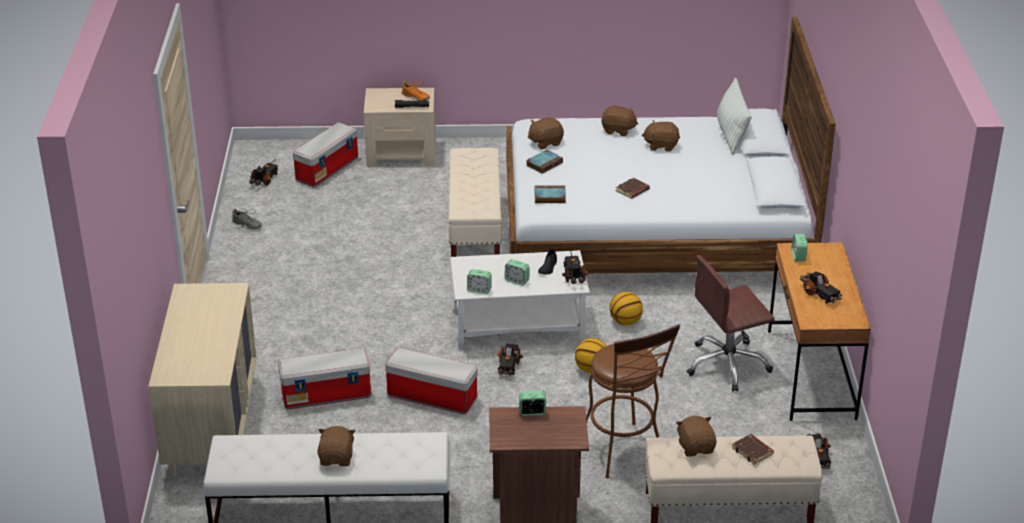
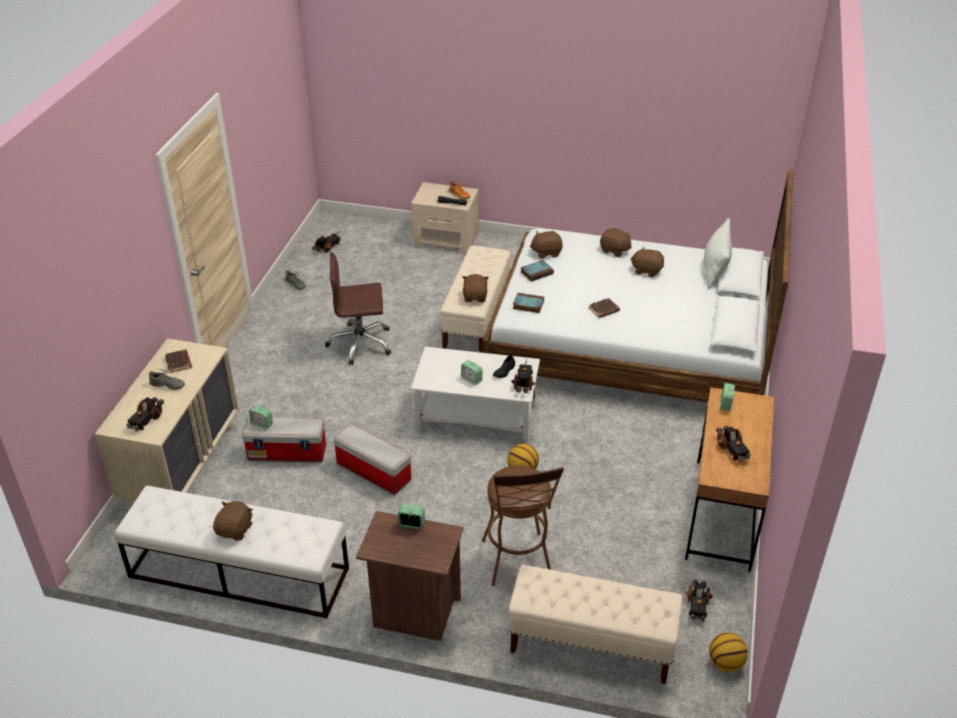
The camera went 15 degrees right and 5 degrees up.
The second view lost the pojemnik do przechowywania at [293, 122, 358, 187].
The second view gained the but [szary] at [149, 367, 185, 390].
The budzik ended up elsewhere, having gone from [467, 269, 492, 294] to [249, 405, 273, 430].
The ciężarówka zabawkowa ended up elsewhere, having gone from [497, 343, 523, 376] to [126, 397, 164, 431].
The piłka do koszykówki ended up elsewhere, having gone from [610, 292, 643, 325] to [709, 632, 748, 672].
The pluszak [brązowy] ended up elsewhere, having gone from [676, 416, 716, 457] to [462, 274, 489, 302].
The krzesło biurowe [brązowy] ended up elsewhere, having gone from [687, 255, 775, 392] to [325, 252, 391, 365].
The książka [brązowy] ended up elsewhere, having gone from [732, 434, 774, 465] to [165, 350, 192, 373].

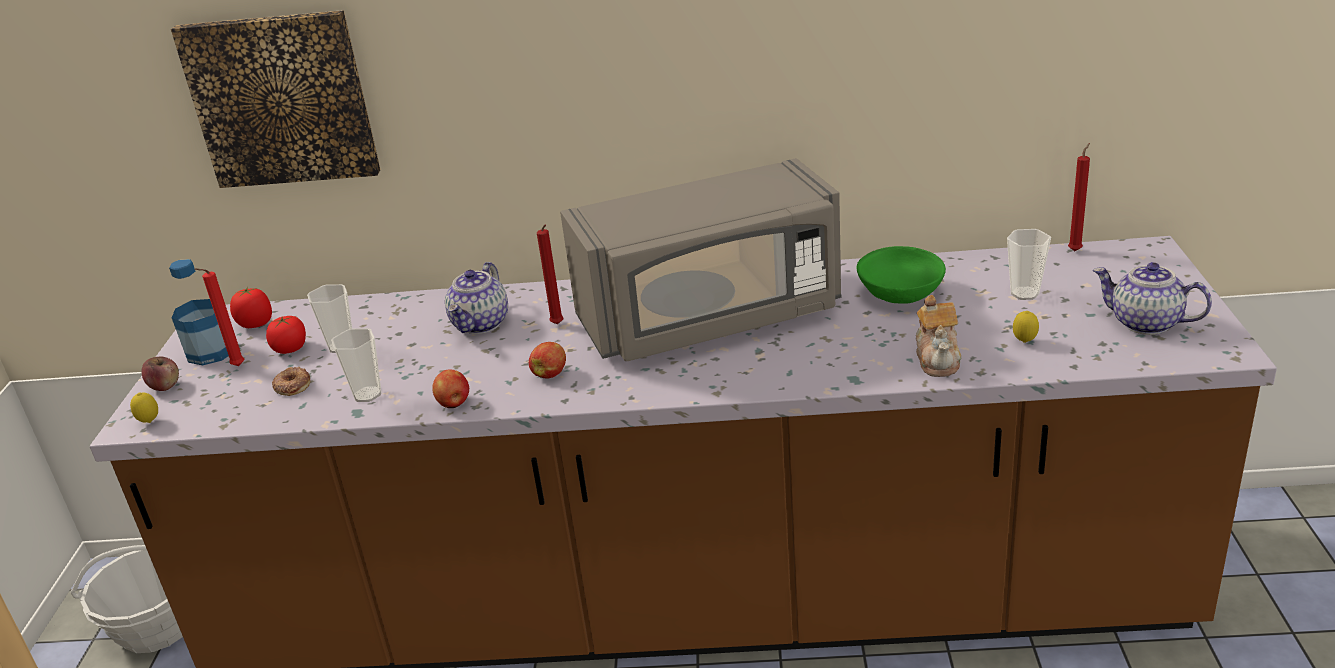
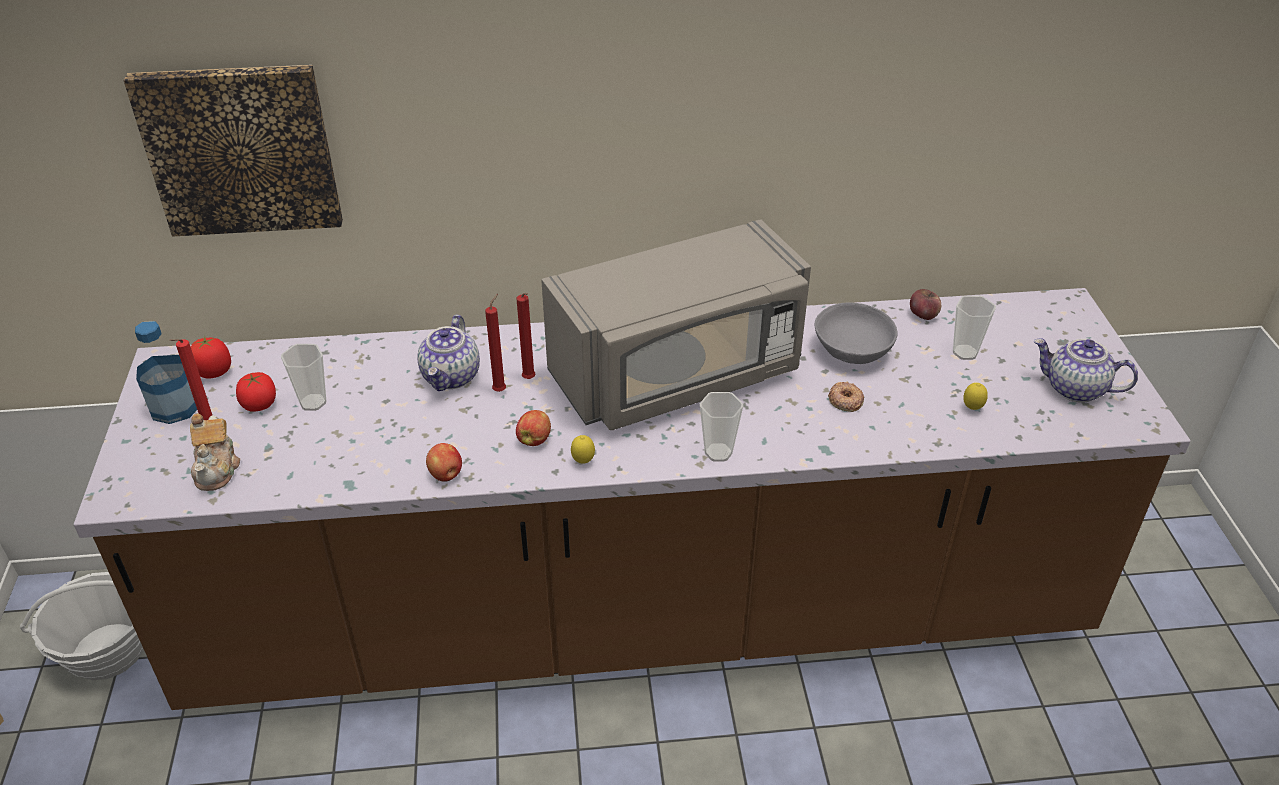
The camera went 10 degrees left and 10 degrees up.
The cytryna ended up elsewhere, having gone from [130, 393, 158, 423] to [571, 435, 595, 464].
The jabłko ended up elsewhere, having gone from [141, 357, 179, 391] to [910, 289, 941, 320].
The donut ended up elsewhere, having gone from [272, 367, 311, 396] to [828, 382, 864, 412].
The filiżanka ended up elsewhere, having gone from [331, 328, 382, 402] to [700, 392, 743, 461].
The imbryk ended up elsewhere, having gone from [916, 295, 961, 377] to [190, 413, 240, 491].
The świeca [czerwony] ended up elsewhere, having gone from [1068, 143, 1090, 251] to [485, 294, 506, 392].
What was the miska [zielony] at [857, 246, 946, 304] turned into the miska [szary] at [815, 302, 898, 364].

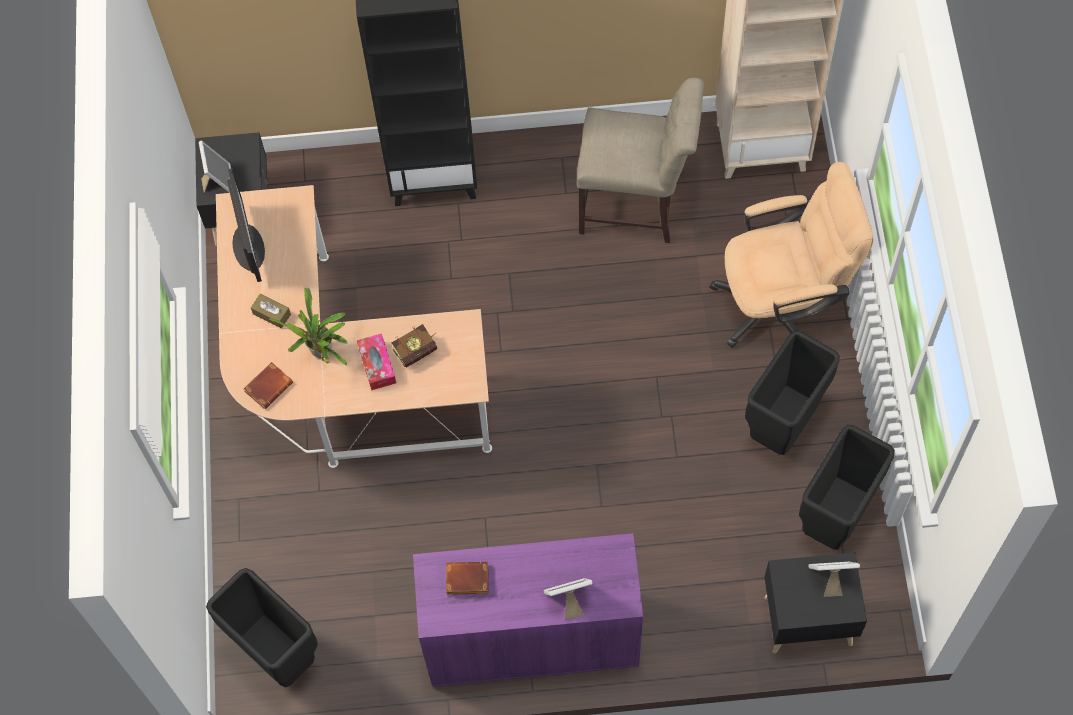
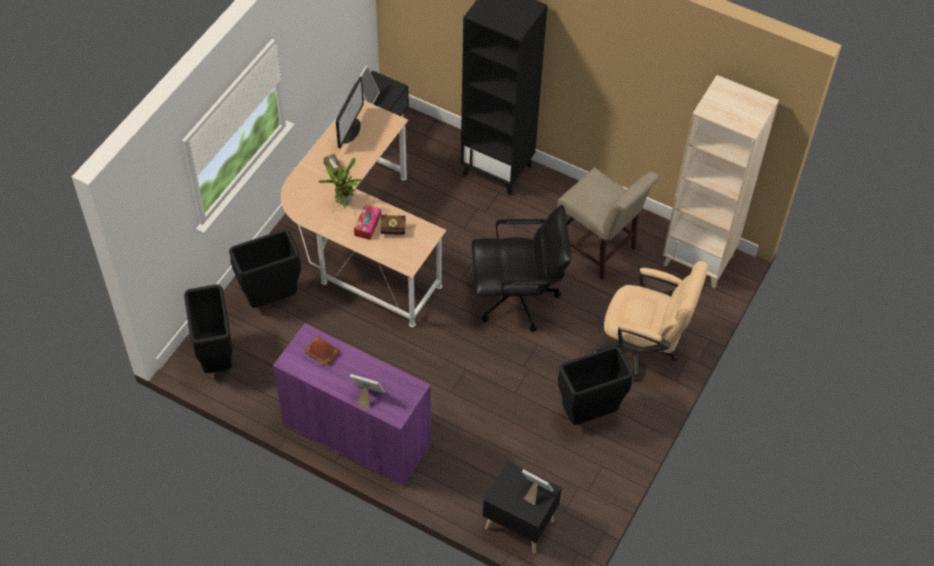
The camera went 30 degrees right and 10 degrees down.
The second view lost the książka [brązowy] at [244, 362, 293, 409].
The second view gained the krzesło biurowe [czarny] at [472, 205, 571, 332].
The kosz na śmieci [czarny] ended up elsewhere, having gone from [799, 425, 895, 550] to [229, 230, 301, 308].

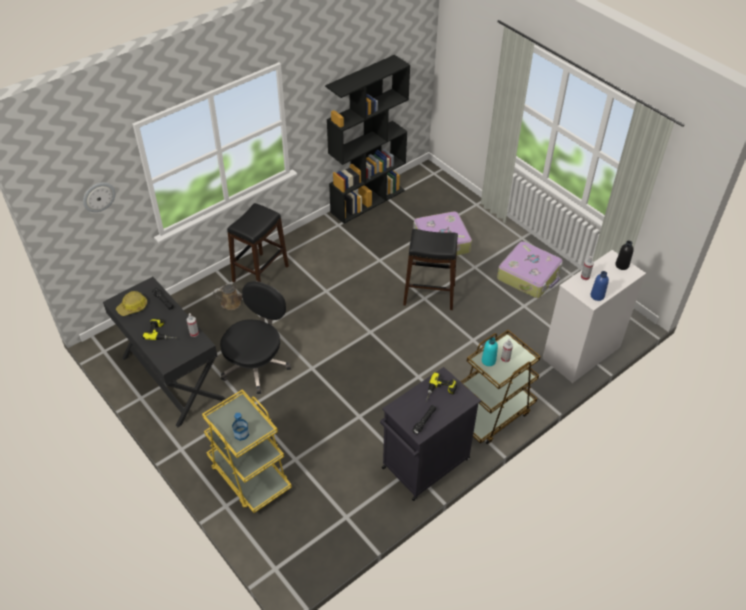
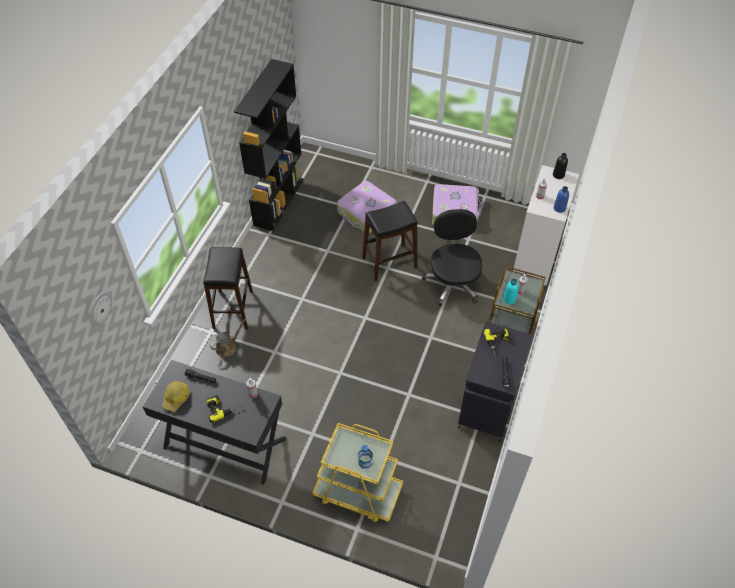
The camera went 30 degrees left and 5 degrees up.
The krzesło biurowe [czarny] ended up elsewhere, having gone from [220, 281, 291, 394] to [422, 209, 482, 306].

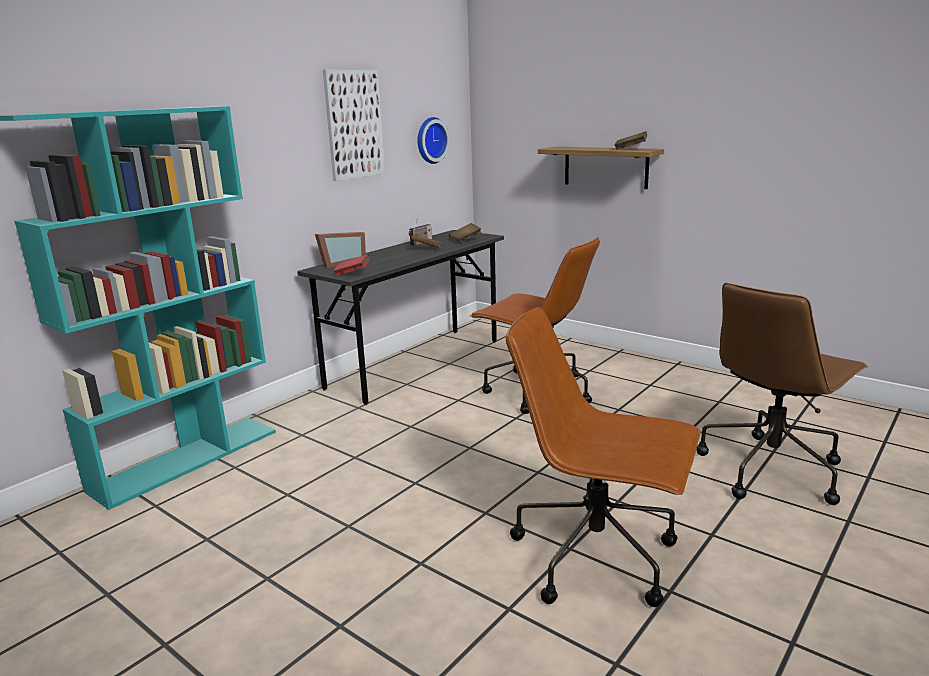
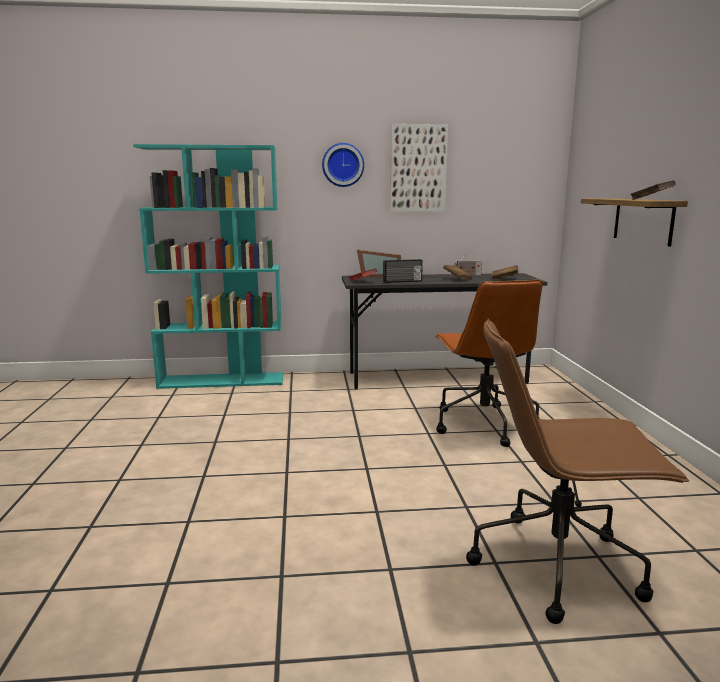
The camera went 45 degrees right and 5 degrees down.
The second view lost the krzesło biurowe [brązowy] at [506, 307, 700, 607].
The second view gained the radio at [383, 259, 423, 283].
The zegar ścienny ended up elsewhere, having gone from [418, 117, 450, 164] to [322, 143, 364, 187].

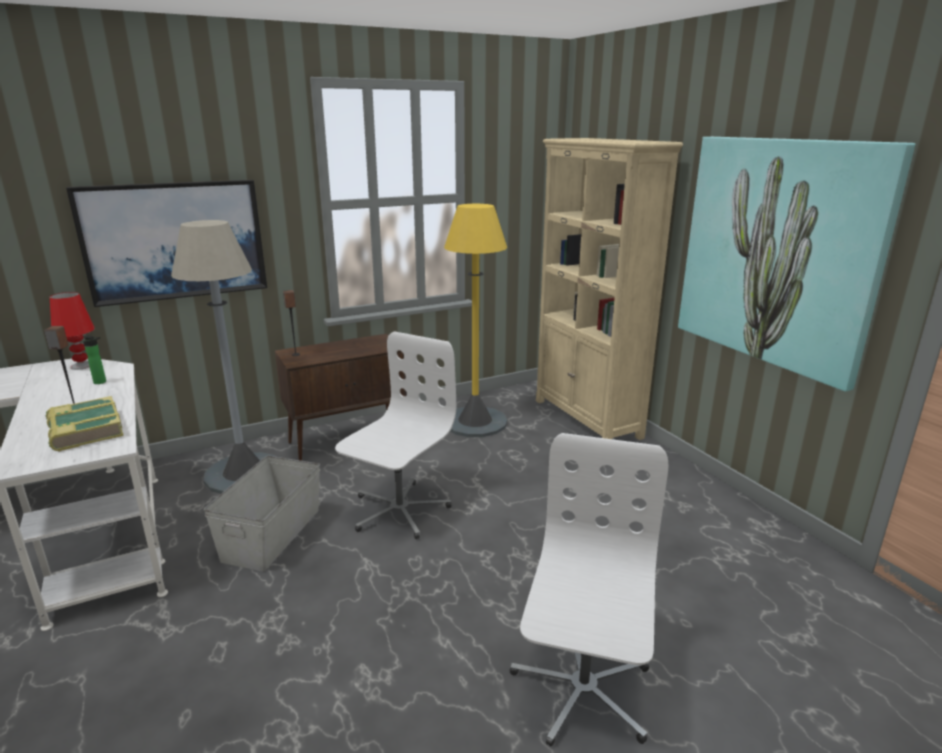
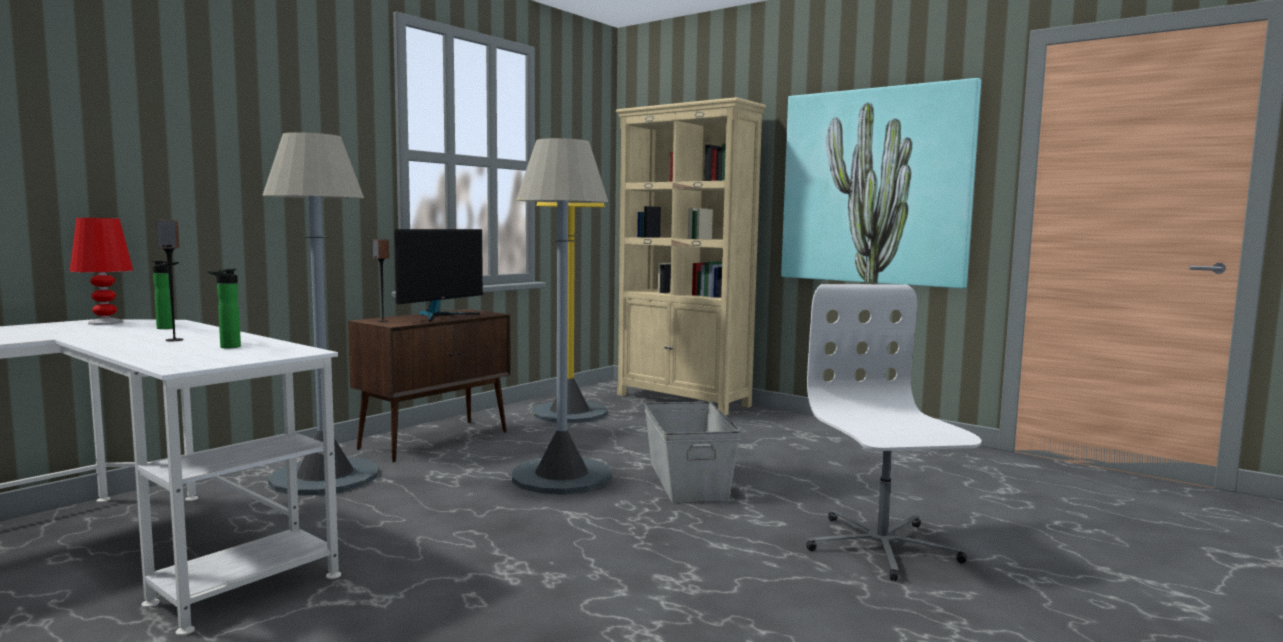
The camera went 25 degrees left and 15 degrees down.
The second view lost the obraz at [66, 180, 267, 307].
The second view gained the monitor at [394, 229, 483, 321].
The pojemnik do przechowywania [szary] ended up elsewhere, having gone from [204, 456, 320, 572] to [644, 402, 741, 503].
Where the książka stood at [45, 396, 124, 452], the butelka came to stand at [208, 269, 241, 348].
Where the krzesło biurowe [biały] stood at [335, 331, 456, 539], the lampa stojąca [szary] came to stand at [512, 138, 612, 495].

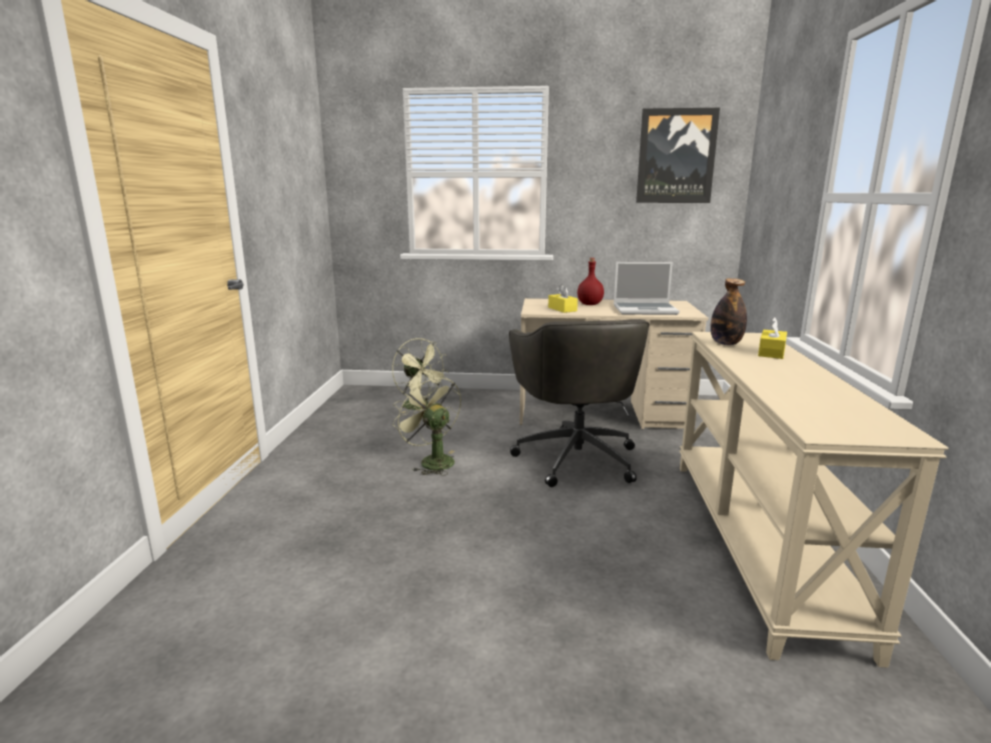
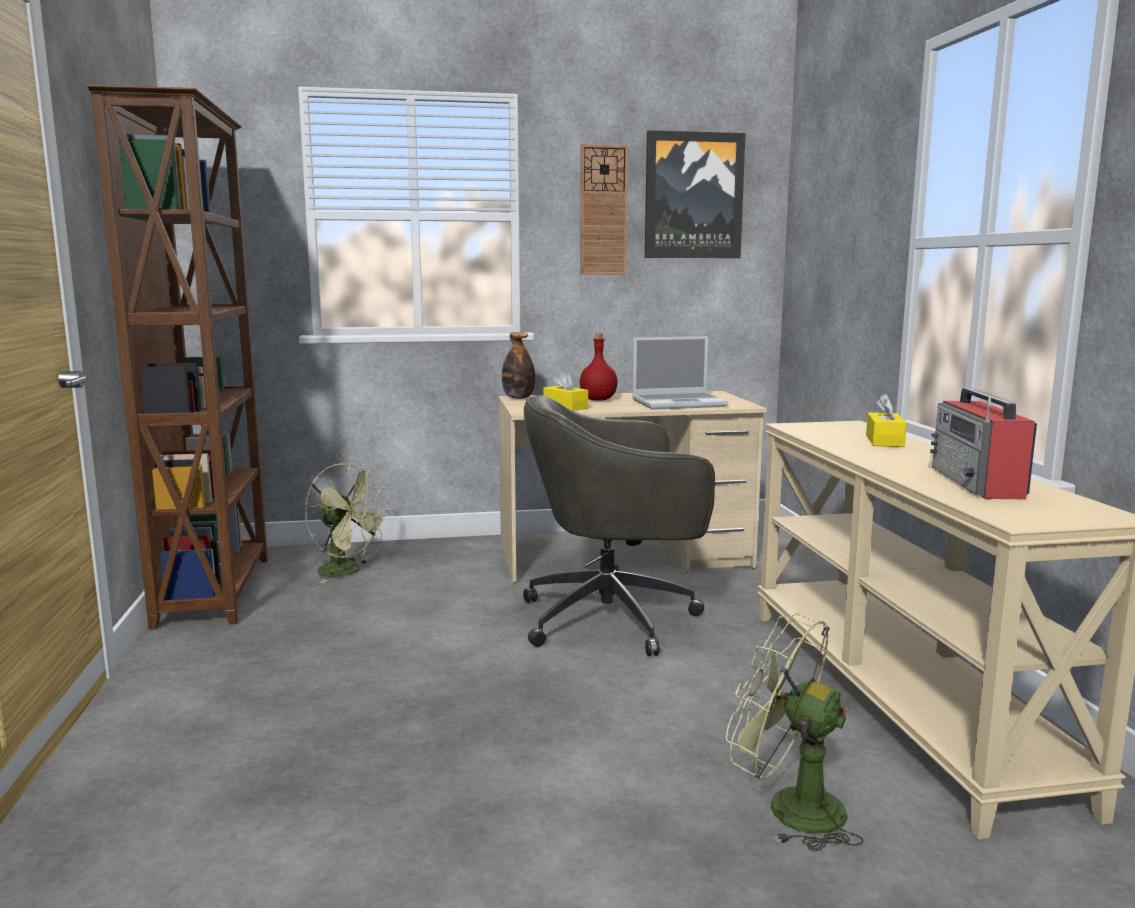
The camera went 15 degrees left and 5 degrees down.
The second view gained the regał [brązowy] at [87, 85, 268, 630].
The second view gained the zegar ścienny at [580, 144, 628, 275].
The second view gained the radio at [930, 388, 1037, 499].
The wentylator [zielony] ended up elsewhere, having gone from [392, 374, 461, 476] to [726, 613, 863, 852].
The butelka ended up elsewhere, having gone from [710, 278, 747, 345] to [502, 332, 535, 399].
The krzesło biurowe [szary] at [509, 319, 650, 487] ended up facing another way, 105 degrees clockwise from before.

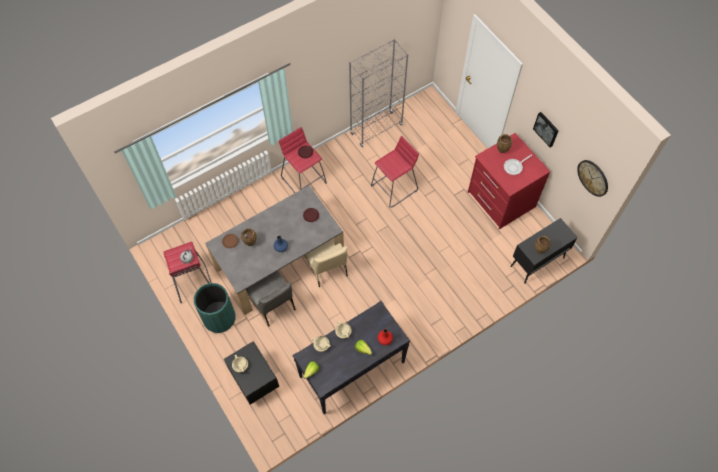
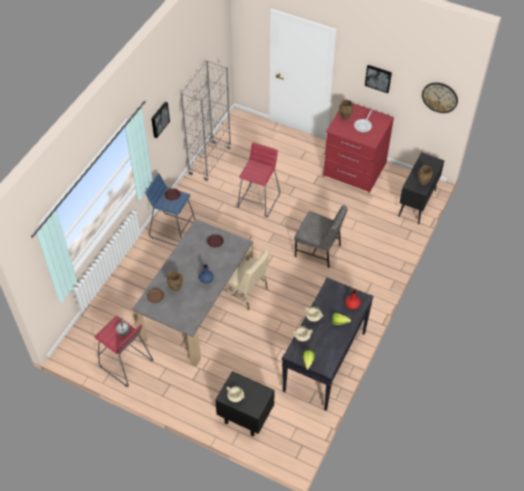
The camera went 30 degrees left and 10 degrees down.
The second view lost the kosz na śmieci [zielony] at [194, 283, 236, 333].
The second view gained the obraz at [151, 102, 170, 138].
The krzesło [szary] ended up elsewhere, having gone from [246, 271, 296, 327] to [294, 205, 348, 268].
What was the stołek [czerwony] at [279, 127, 327, 193] turned into the stołek [niebieski] at [145, 173, 195, 246].

